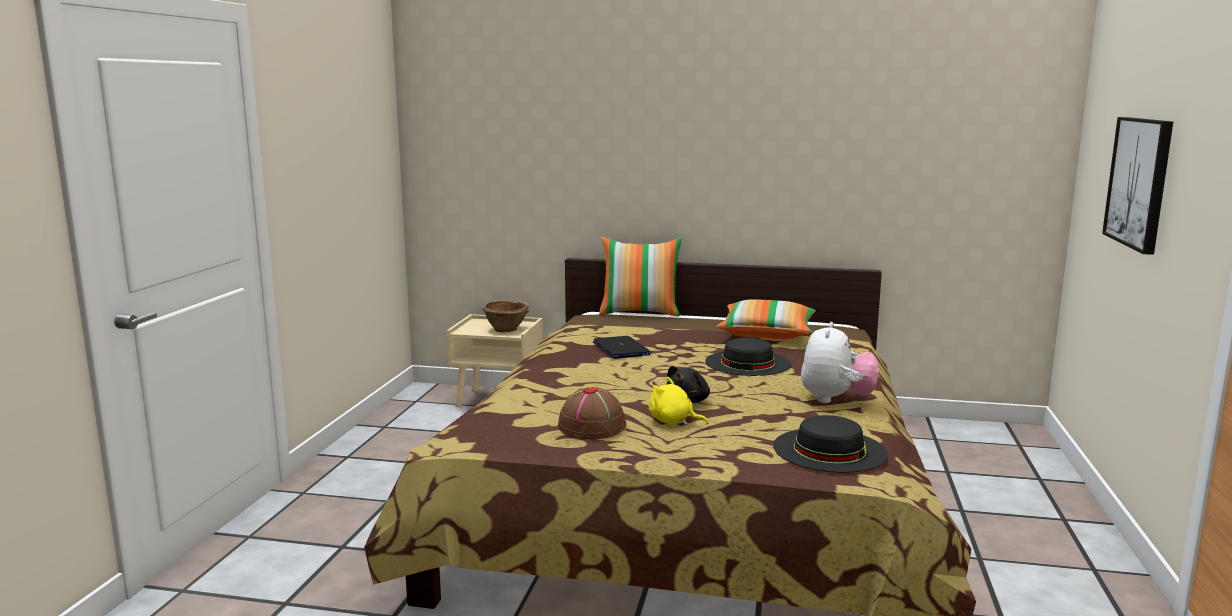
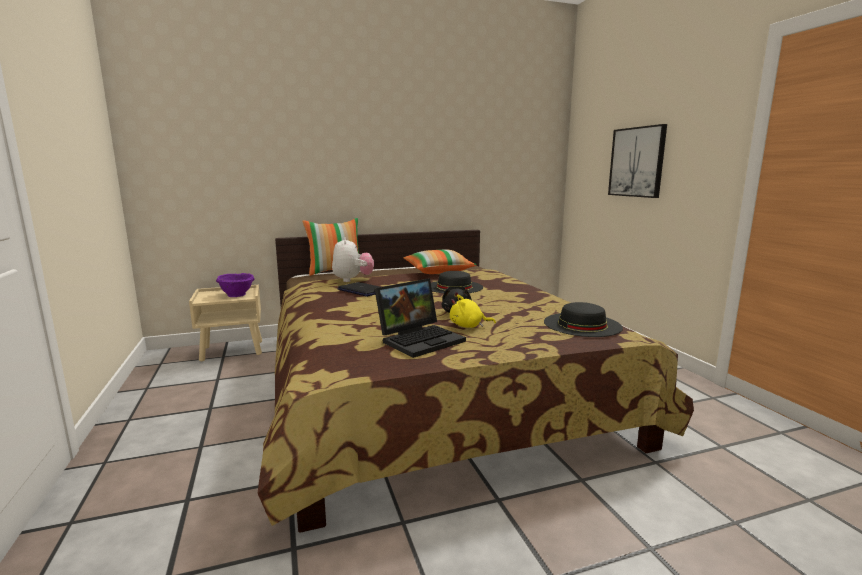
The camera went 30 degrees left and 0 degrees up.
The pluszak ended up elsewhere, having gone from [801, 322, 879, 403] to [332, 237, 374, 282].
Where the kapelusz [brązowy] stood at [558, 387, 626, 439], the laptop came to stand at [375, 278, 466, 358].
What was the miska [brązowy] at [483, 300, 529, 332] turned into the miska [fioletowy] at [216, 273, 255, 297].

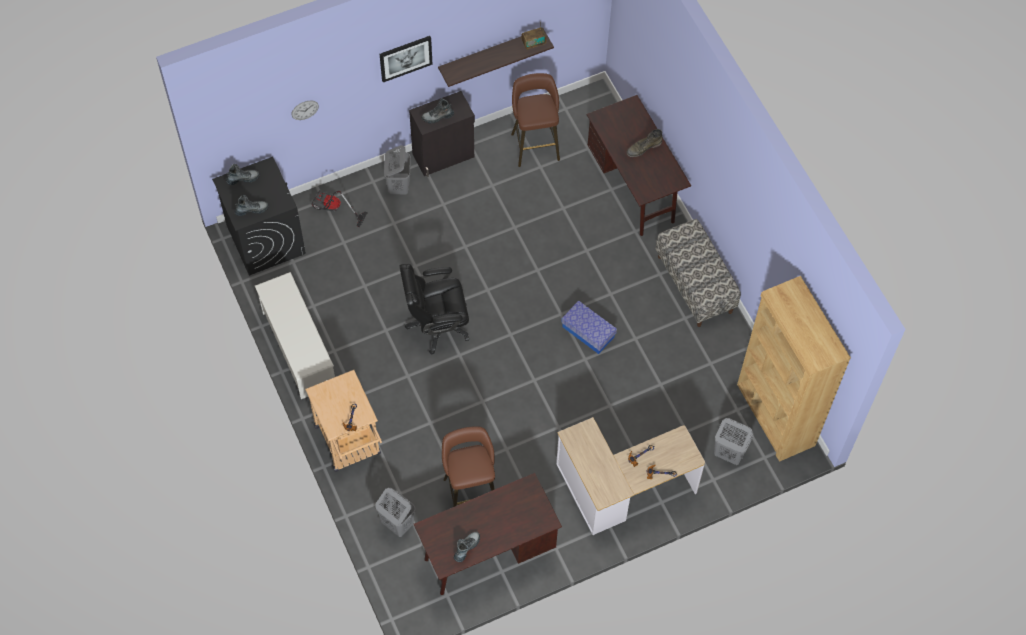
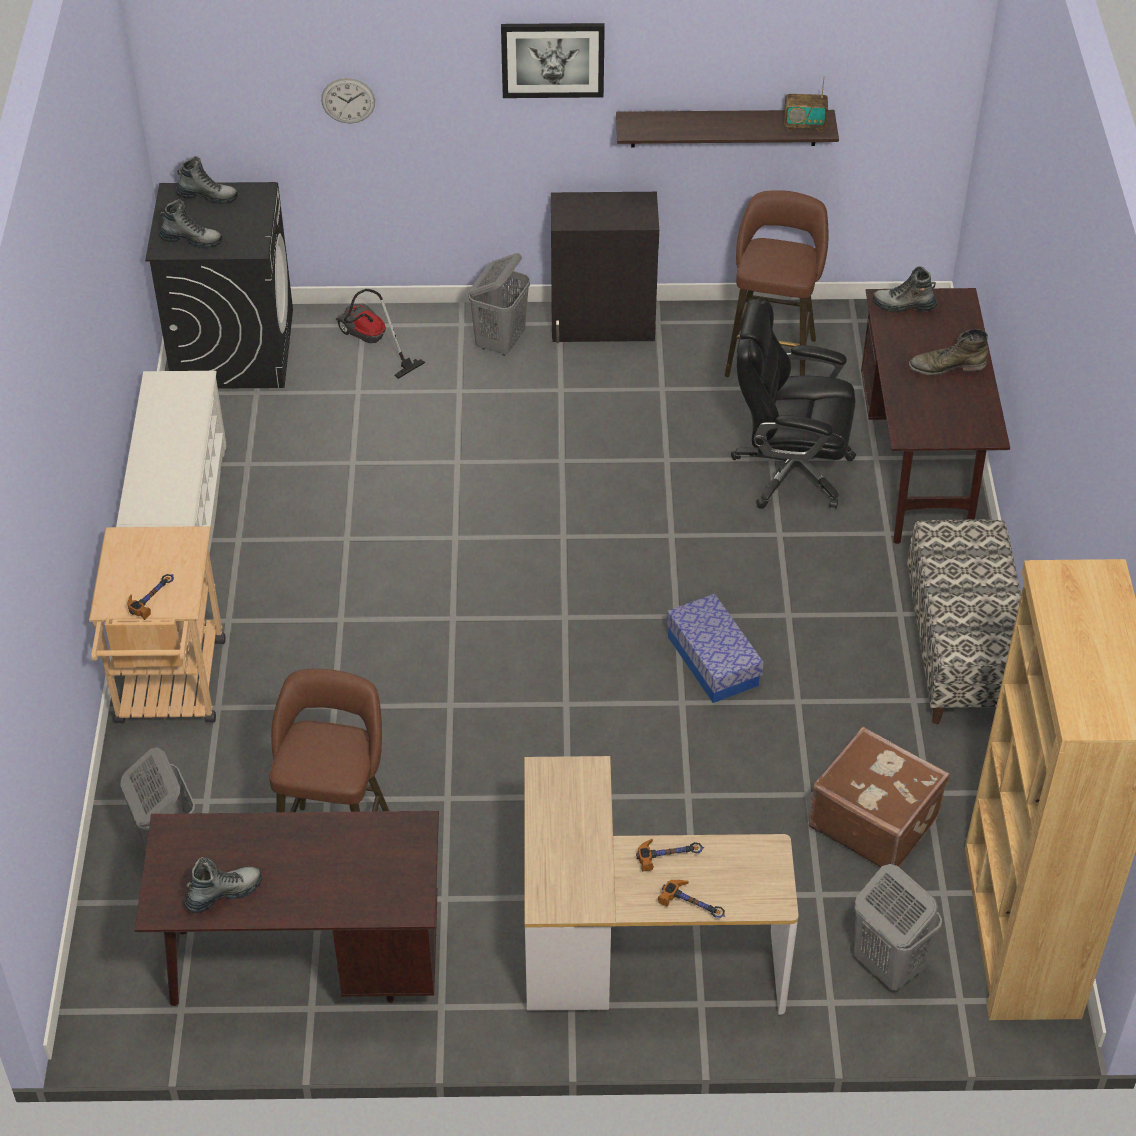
The camera went 25 degrees right and 15 degrees down.
The second view gained the walizka [brązowy] at [808, 727, 950, 867].
The krzesło biurowe [czarny] ended up elsewhere, having gone from [399, 264, 469, 355] to [731, 299, 856, 509].
The but z cholewką ended up elsewhere, having gone from [421, 98, 454, 123] to [872, 266, 937, 313].

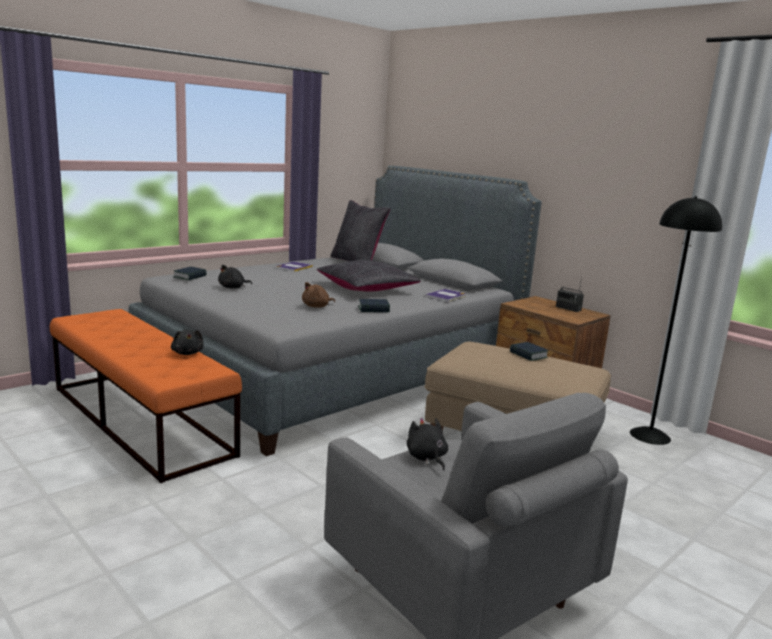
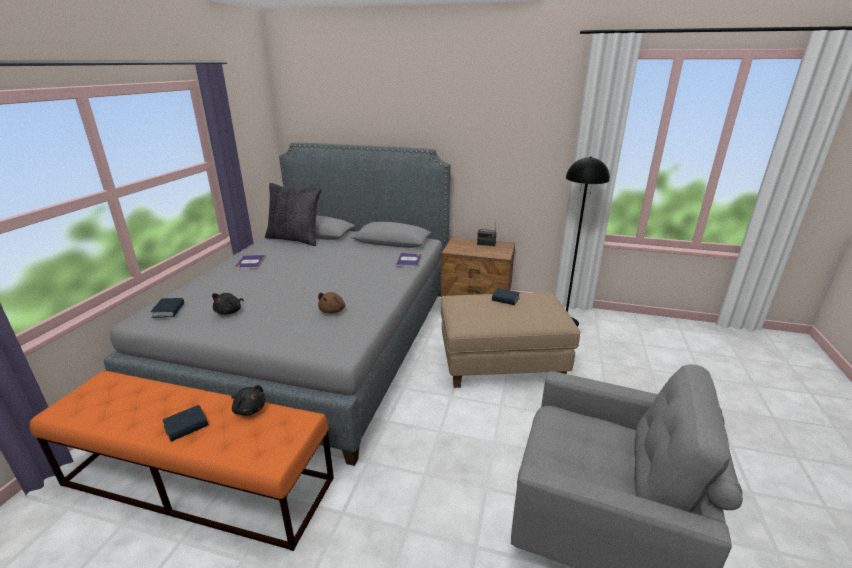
The camera went 30 degrees left and 10 degrees up.
The second view lost the poduszka [czarny] at [316, 260, 421, 291].
The second view lost the pluszak [czarny] at [407, 418, 448, 471].
The książka ended up elsewhere, having gone from [358, 299, 390, 312] to [163, 405, 209, 442].

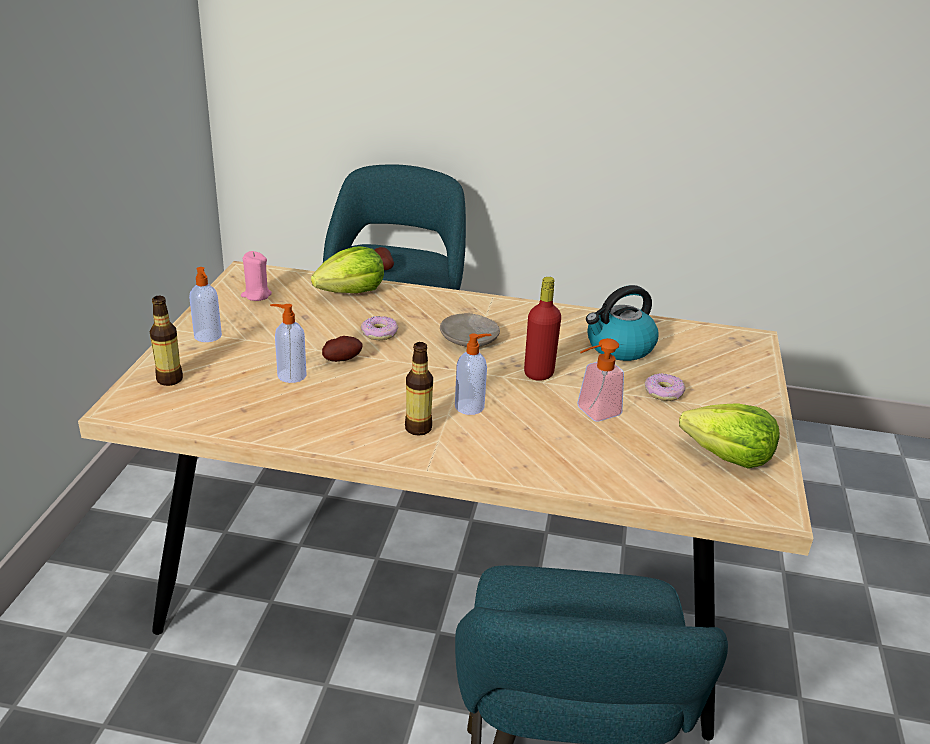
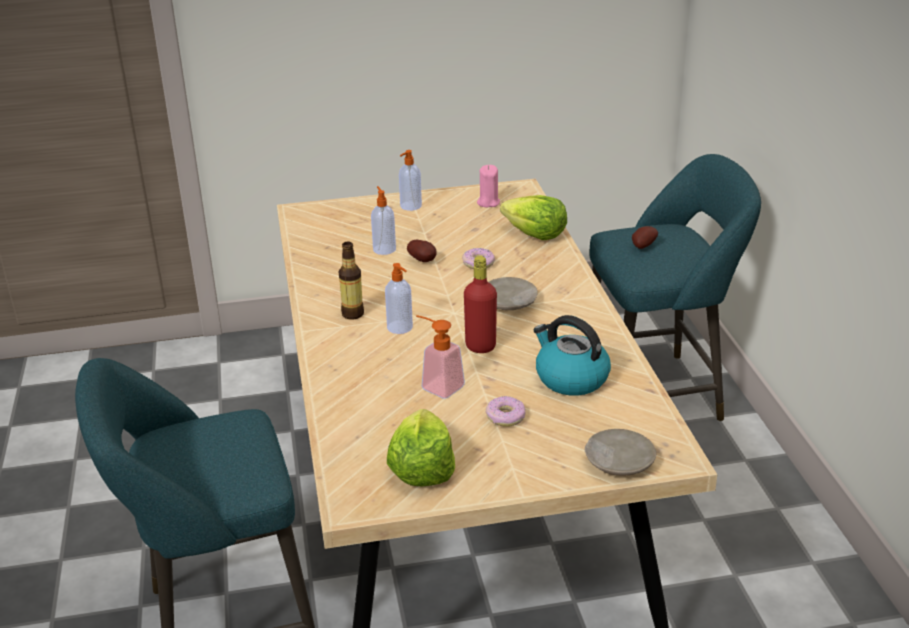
The camera went 70 degrees right and 0 degrees up.
The second view lost the butelka at [149, 296, 183, 386].
The second view gained the talerz [beżowy] at [585, 429, 656, 476].

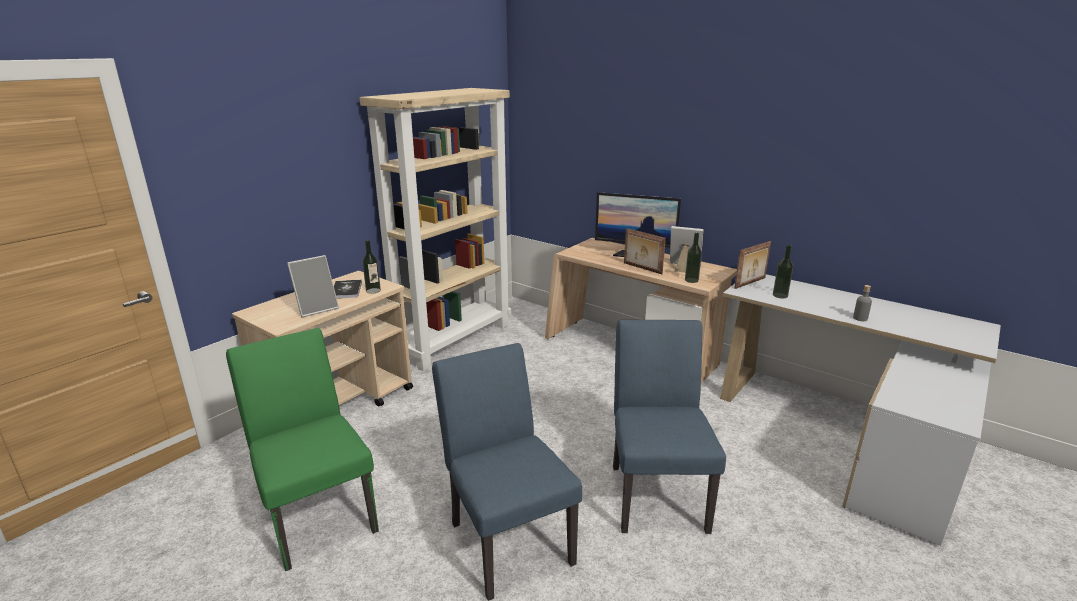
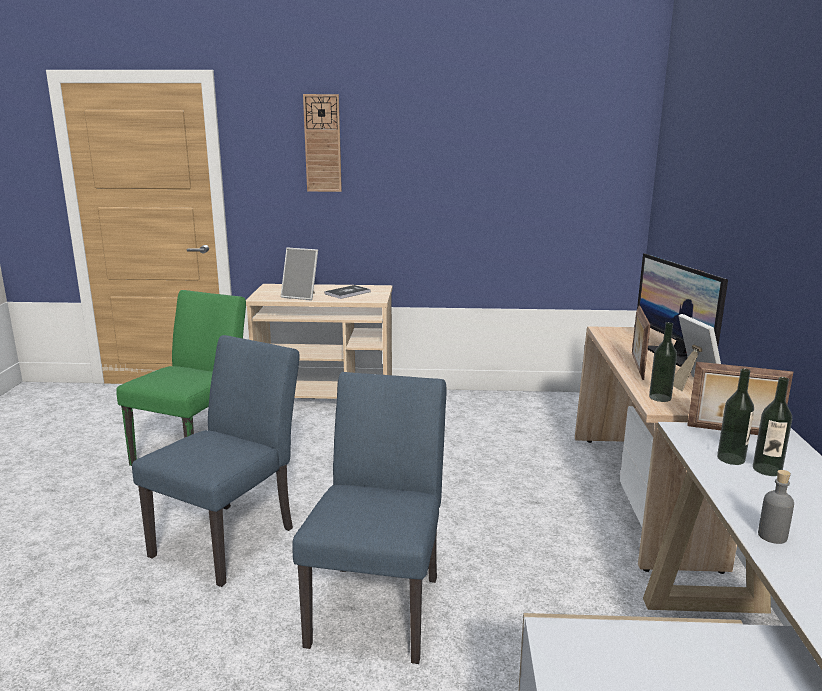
The camera went 55 degrees right and 5 degrees down.
The second view lost the regał [beżowy] at [359, 88, 511, 371].
The second view gained the zegar ścienny at [303, 94, 342, 192].
The butelka ended up elsewhere, having gone from [362, 240, 381, 294] to [753, 377, 792, 476].
The krzesło [niebieski] at [613, 320, 726, 534] ended up facing another way, 45 degrees counterclockwise from before.

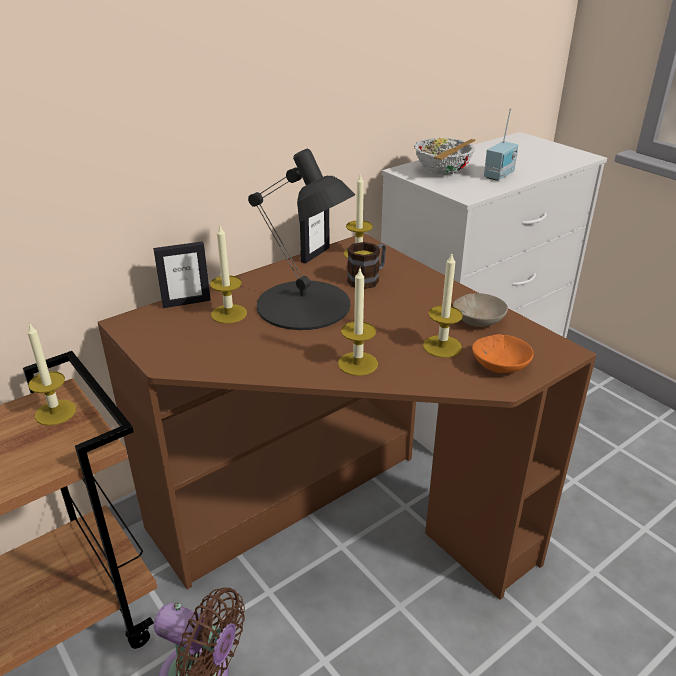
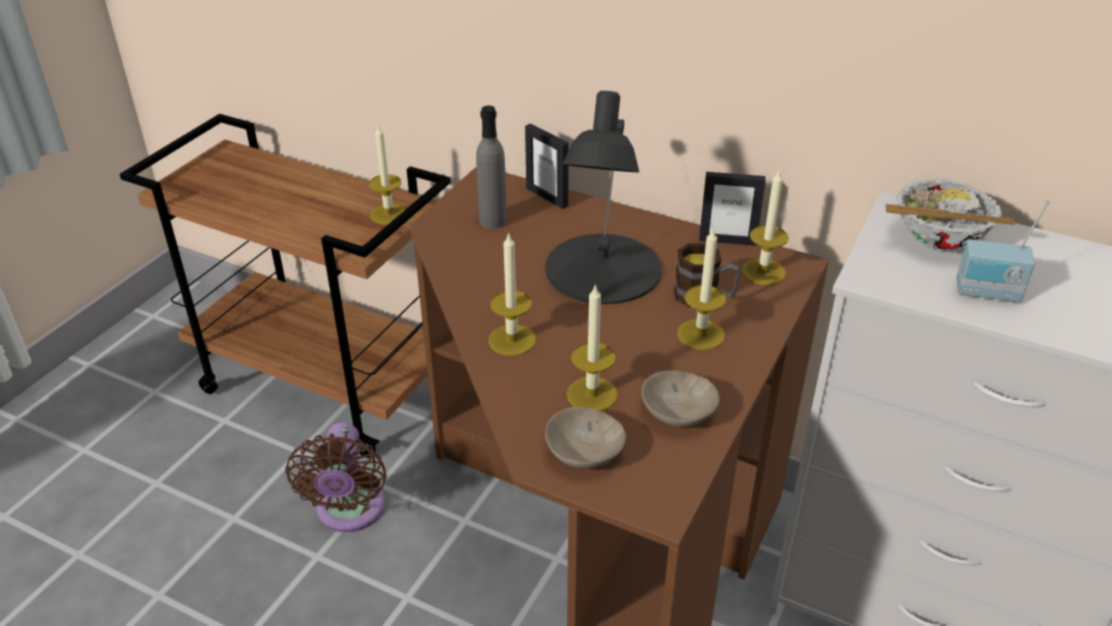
The camera went 65 degrees right and 5 degrees up.
The second view gained the butelka [szary] at [476, 106, 507, 229].
The świeca ended up elsewhere, having gone from [210, 226, 247, 324] to [677, 229, 726, 350].
What was the miska [pomarańczowy] at [472, 334, 534, 373] turned into the miska [beżowy] at [545, 407, 626, 469].

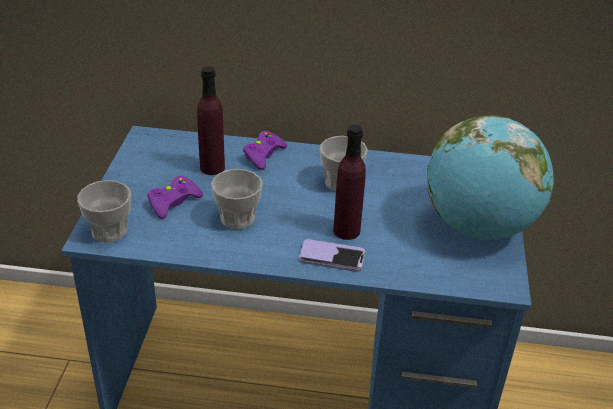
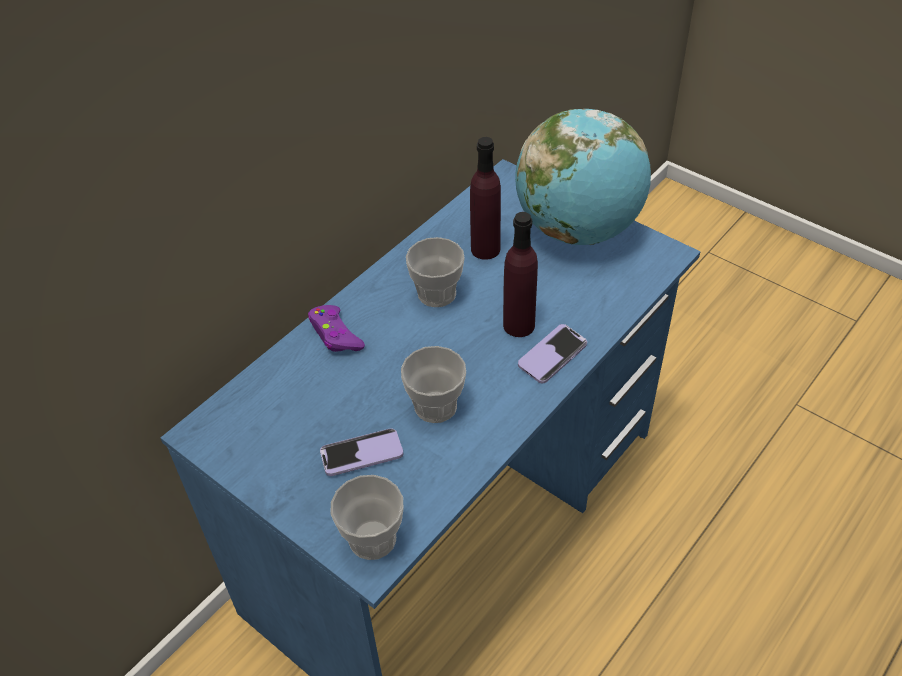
The camera went 55 degrees left and 10 degrees up.
The butelka [fioletowy] ended up elsewhere, having gone from [197, 66, 225, 175] to [470, 137, 501, 260].
Where the pad do gier [fioletowy] stood at [147, 176, 203, 219], the telefon came to stand at [320, 428, 403, 476].

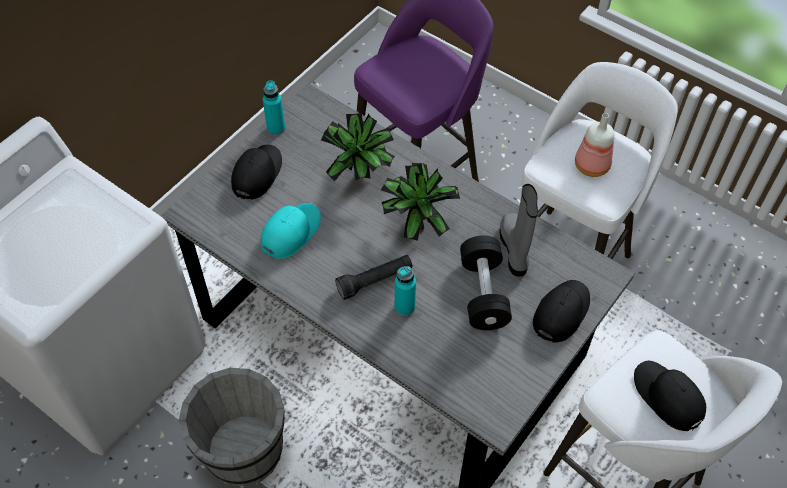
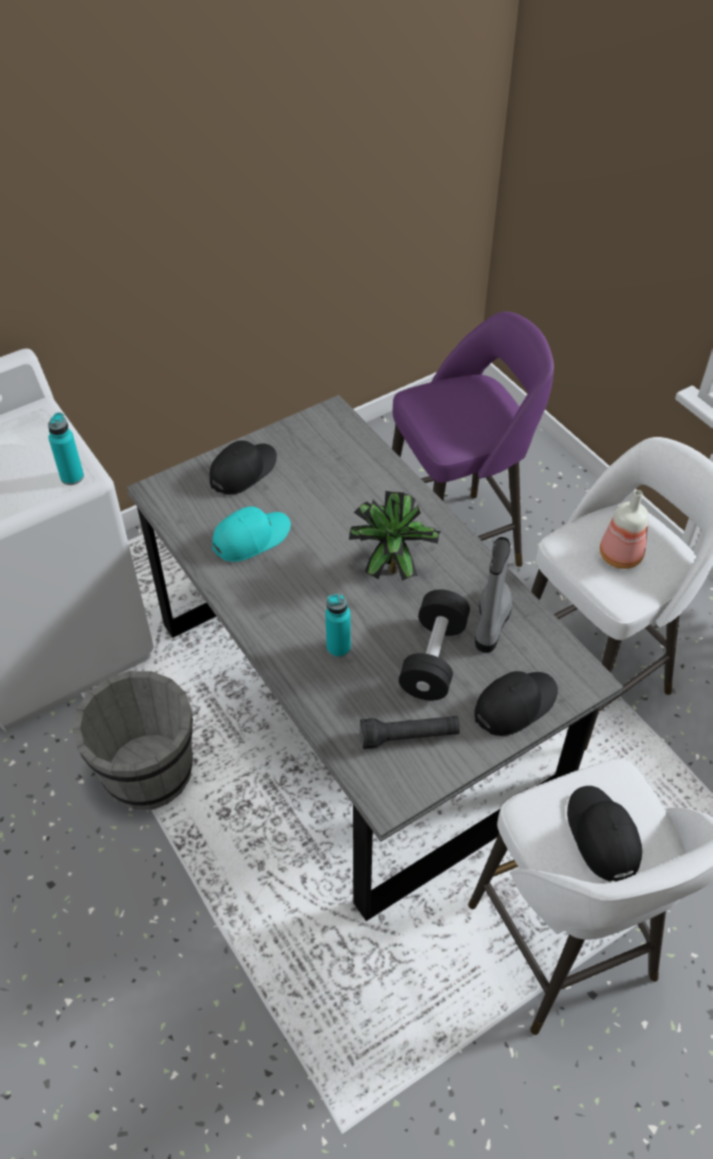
The camera went 20 degrees right and 5 degrees down.
The second view lost the roślina doniczkowa at [321, 113, 395, 181].
The butelka [turkusowy] ended up elsewhere, having gone from [263, 80, 285, 135] to [48, 412, 84, 485].
The latarka [czarny] ended up elsewhere, having gone from [335, 255, 412, 300] to [360, 716, 460, 749].

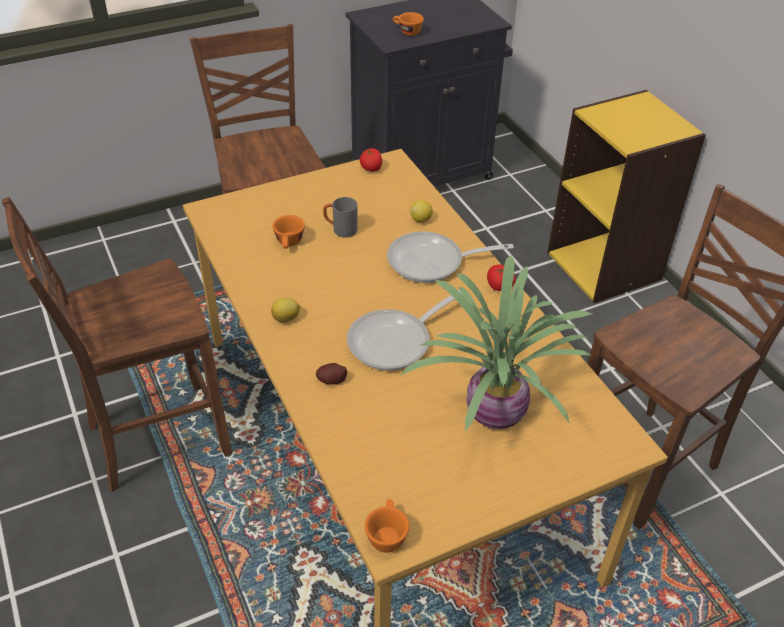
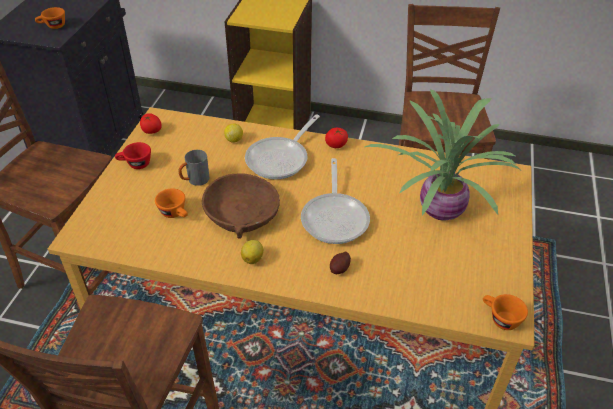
The camera went 50 degrees left and 0 degrees up.
The second view gained the filiżanka [czerwony] at [115, 142, 151, 169].
The second view gained the miska [brązowy] at [202, 173, 280, 239].

